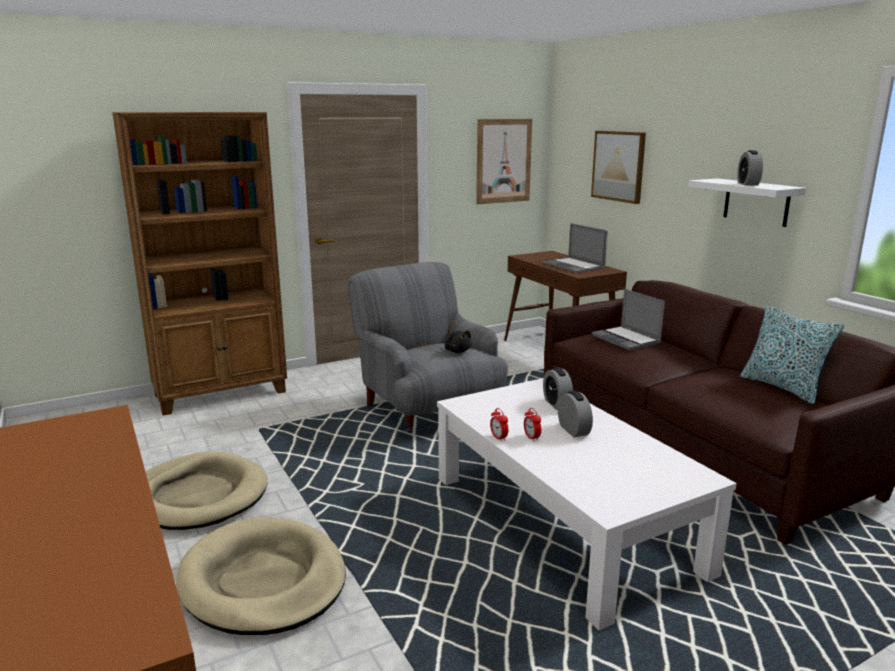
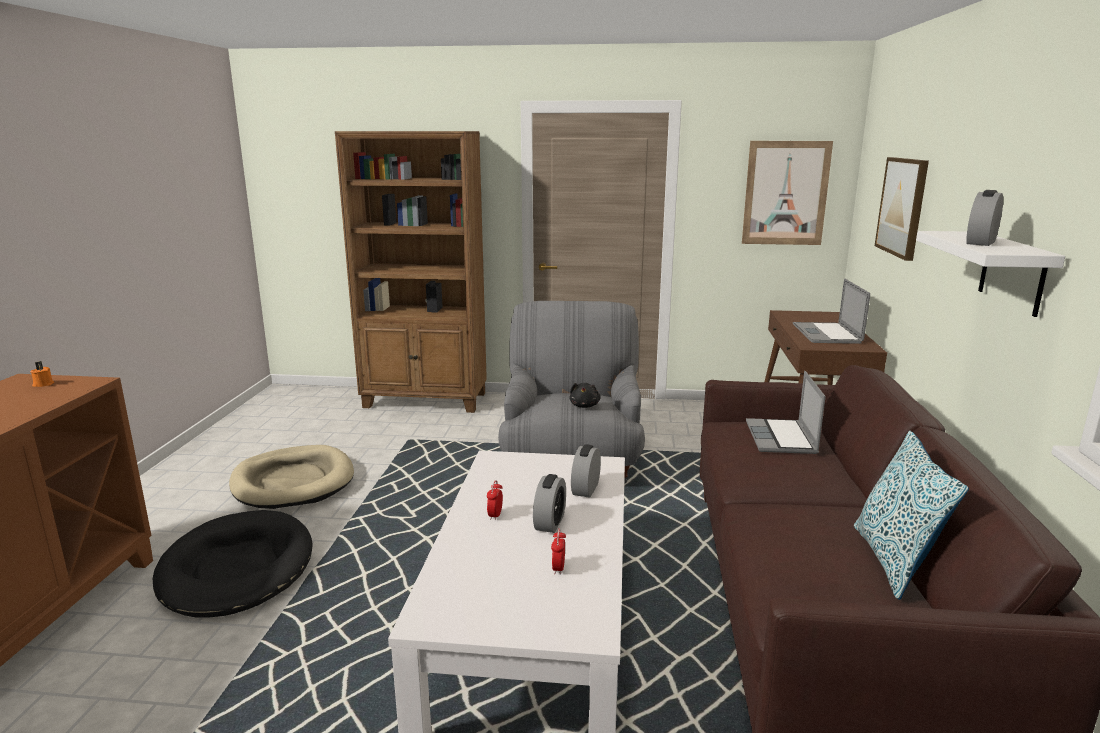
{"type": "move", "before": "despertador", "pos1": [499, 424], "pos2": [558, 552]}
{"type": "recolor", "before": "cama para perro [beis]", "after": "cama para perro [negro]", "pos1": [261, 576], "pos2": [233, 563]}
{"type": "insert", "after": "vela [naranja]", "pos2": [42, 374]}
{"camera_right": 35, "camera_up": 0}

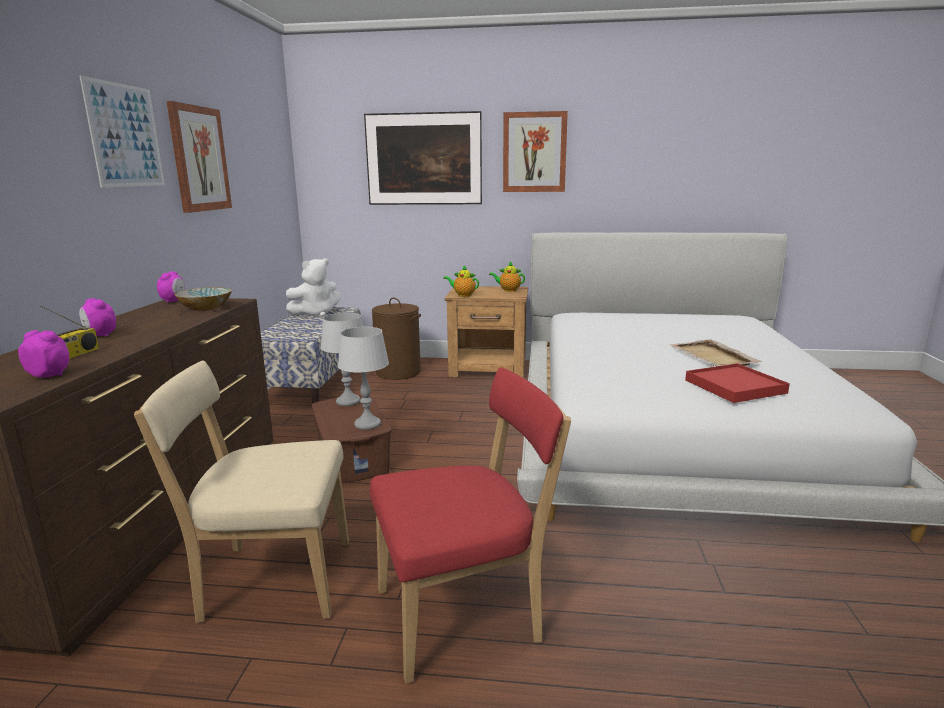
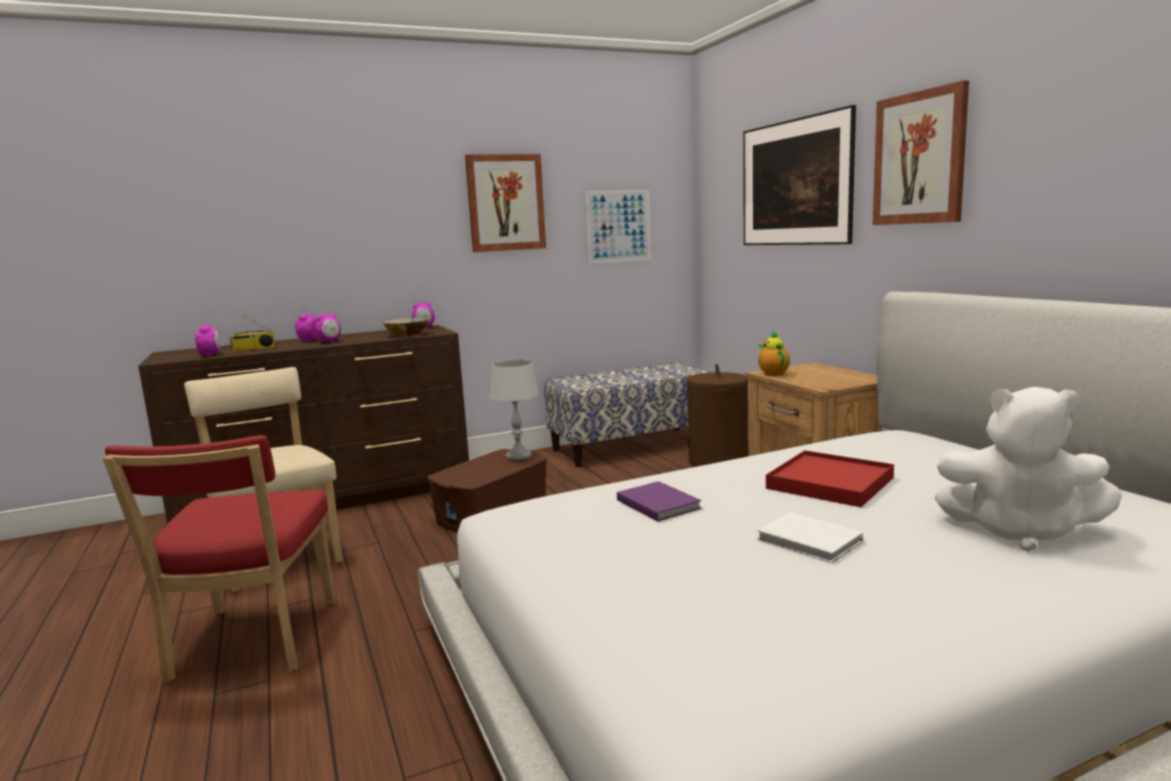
{"type": "move", "before": "cuadro", "pos1": [122, 131], "pos2": [618, 227]}
{"type": "move", "before": "peluche [blanco]", "pos1": [313, 287], "pos2": [1028, 469]}
{"type": "delete", "before": "tetera", "pos1": [507, 277]}
{"type": "delete", "before": "lámpara de mesa [gris]", "pos1": [363, 378]}
{"type": "replace", "before": "bandeja [beis]", "after": "libro [blanco]", "pos1": [716, 352], "pos2": [810, 537]}
{"type": "move", "before": "bandeja [rojo]", "pos1": [737, 383], "pos2": [830, 478]}
{"type": "rotate", "before": "silla [rojo]", "pos1": [470, 525], "pos2": [219, 558], "turn": 45}
{"type": "insert", "after": "despertador", "pos2": [328, 327]}
{"type": "insert", "after": "libro [morado]", "pos2": [659, 501]}
{"camera_right": 60, "camera_up": -5}

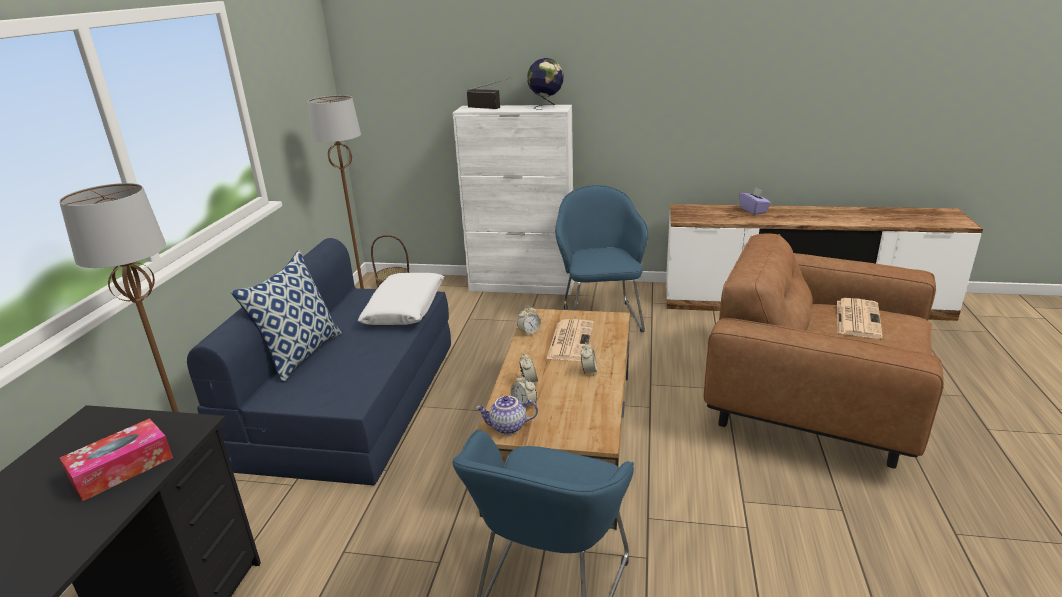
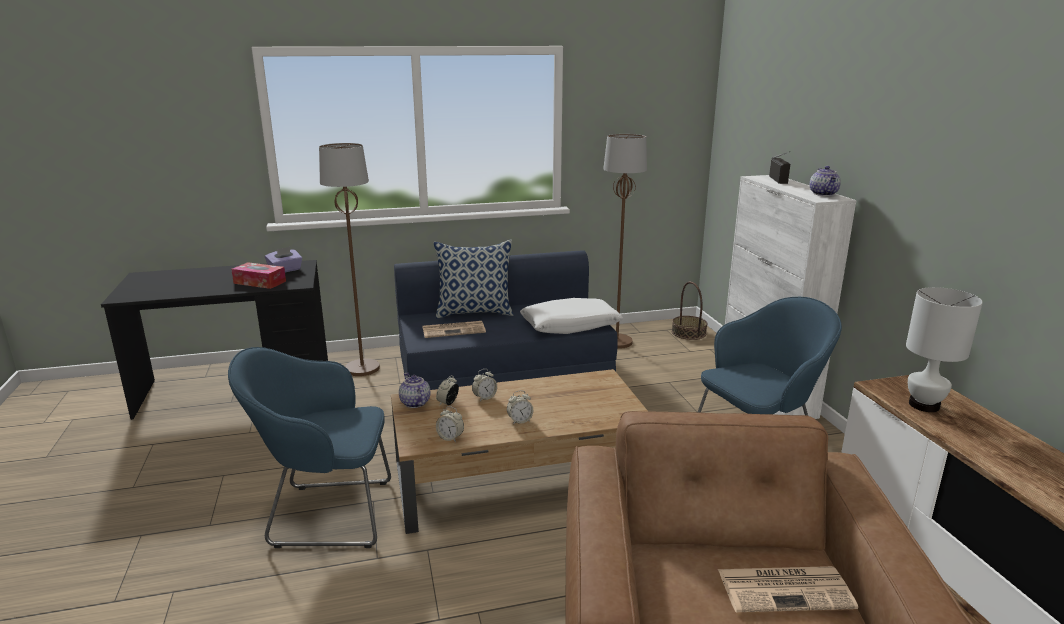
{"type": "replace", "before": "globo terráqueo", "after": "tetera", "pos1": [545, 84], "pos2": [825, 181]}
{"type": "move", "before": "caja de pañuelos [morado]", "pos1": [755, 201], "pos2": [284, 259]}
{"type": "move", "before": "despertador", "pos1": [529, 320], "pos2": [450, 424]}
{"type": "move", "before": "periódico", "pos1": [570, 340], "pos2": [454, 329]}
{"type": "insert", "after": "lámpara de mesa [blanco]", "pos2": [944, 349]}
{"camera_right": 65, "camera_up": -5}

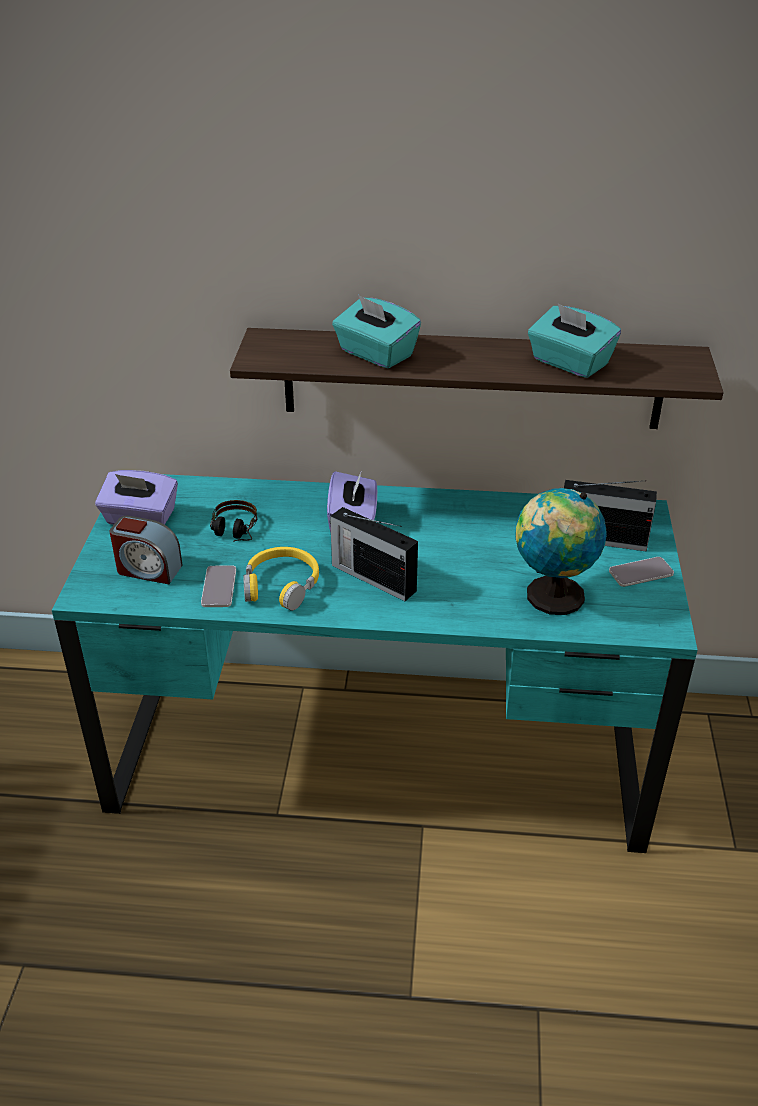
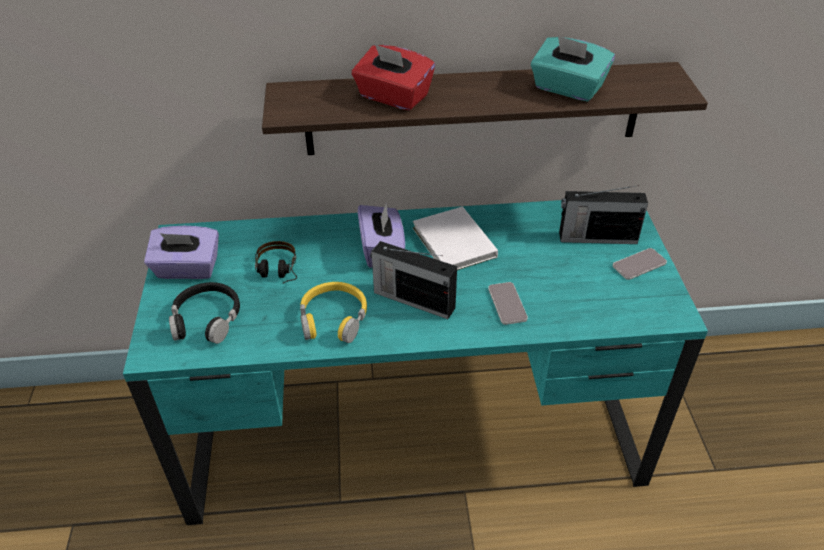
{"type": "recolor", "before": "caja de pañuelos [turquesa]", "after": "caja de pañuelos [rojo]", "pos1": [376, 332], "pos2": [393, 77]}
{"type": "delete", "before": "globo terráqueo", "pos1": [561, 551]}
{"type": "replace", "before": "despertador", "after": "auriculares [negro]", "pos1": [146, 550], "pos2": [204, 313]}
{"type": "move", "before": "móvil", "pos1": [218, 586], "pos2": [508, 303]}
{"type": "insert", "after": "libro [blanco]", "pos2": [455, 238]}
{"camera_right": -10, "camera_up": 5}

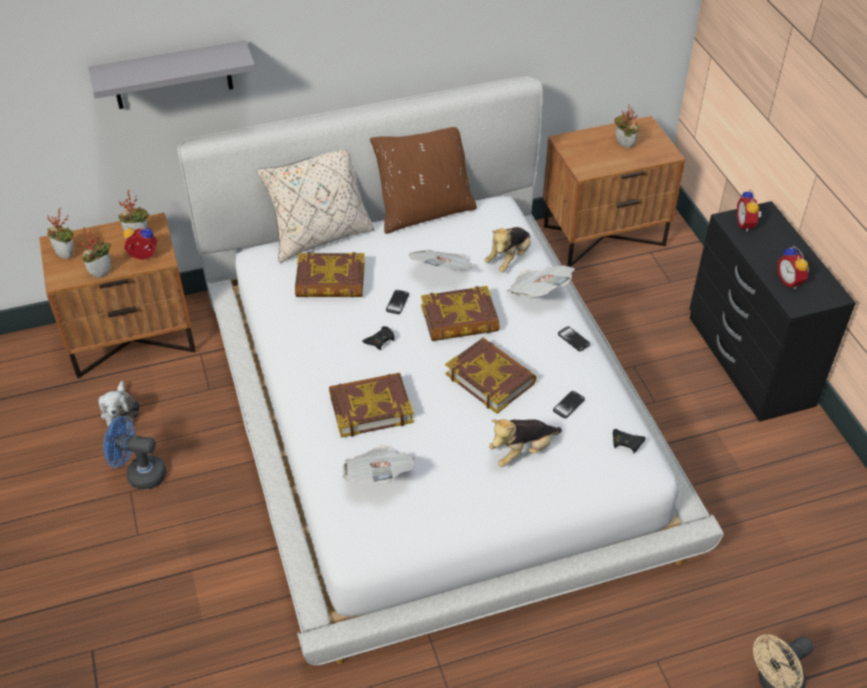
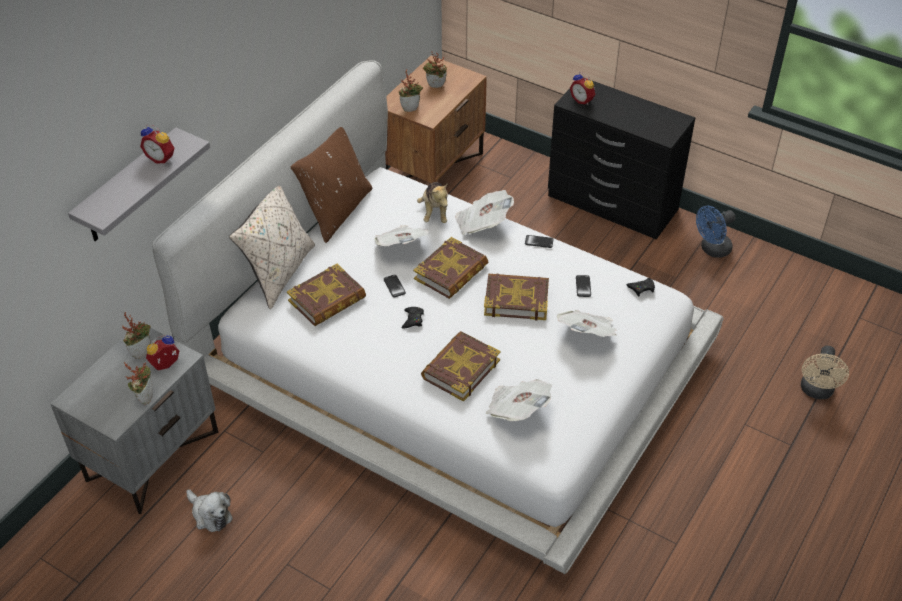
{"type": "move", "before": "planta en maceta", "pos1": [60, 233], "pos2": [410, 90]}
{"type": "recolor", "before": "mesita de noche [marrón]", "after": "mesita de noche [gris]", "pos1": [117, 295], "pos2": [134, 418]}
{"type": "move", "before": "despertador", "pos1": [793, 267], "pos2": [157, 144]}
{"type": "move", "before": "ventilador [azul]", "pos1": [134, 453], "pos2": [716, 232]}
{"type": "replace", "before": "peluche", "after": "periódico", "pos1": [525, 443], "pos2": [587, 323]}
{"camera_right": -40, "camera_up": 0}

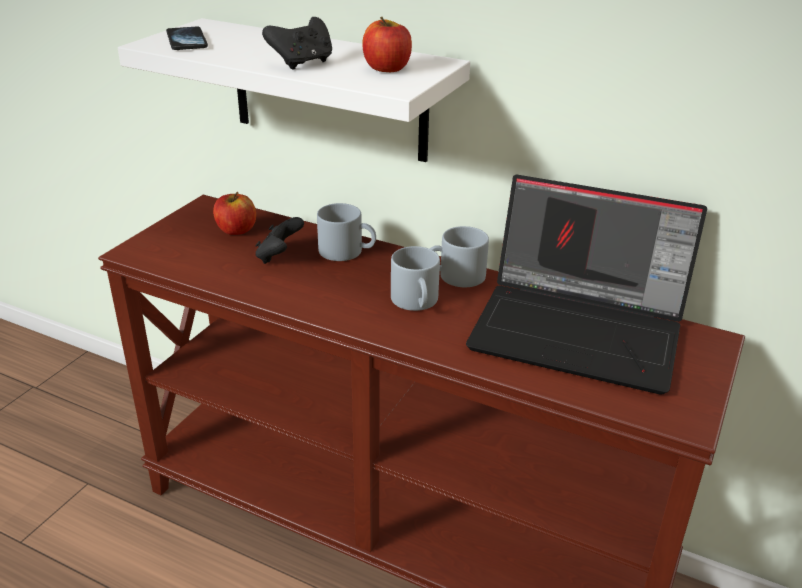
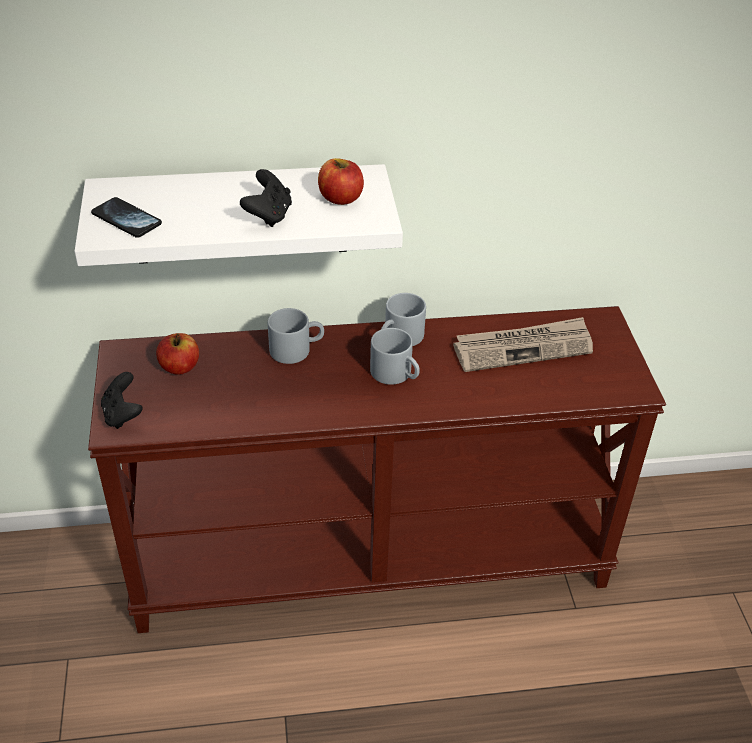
{"type": "replace", "before": "portátil", "after": "periódico", "pos1": [586, 285], "pos2": [523, 344]}
{"type": "move", "before": "mando de consola [negro]", "pos1": [279, 240], "pos2": [121, 400]}
{"camera_right": -35, "camera_up": 10}

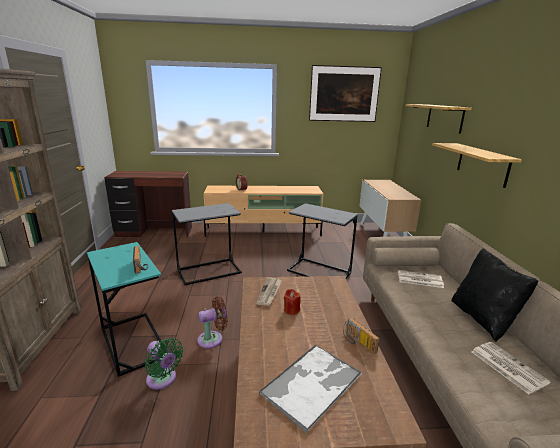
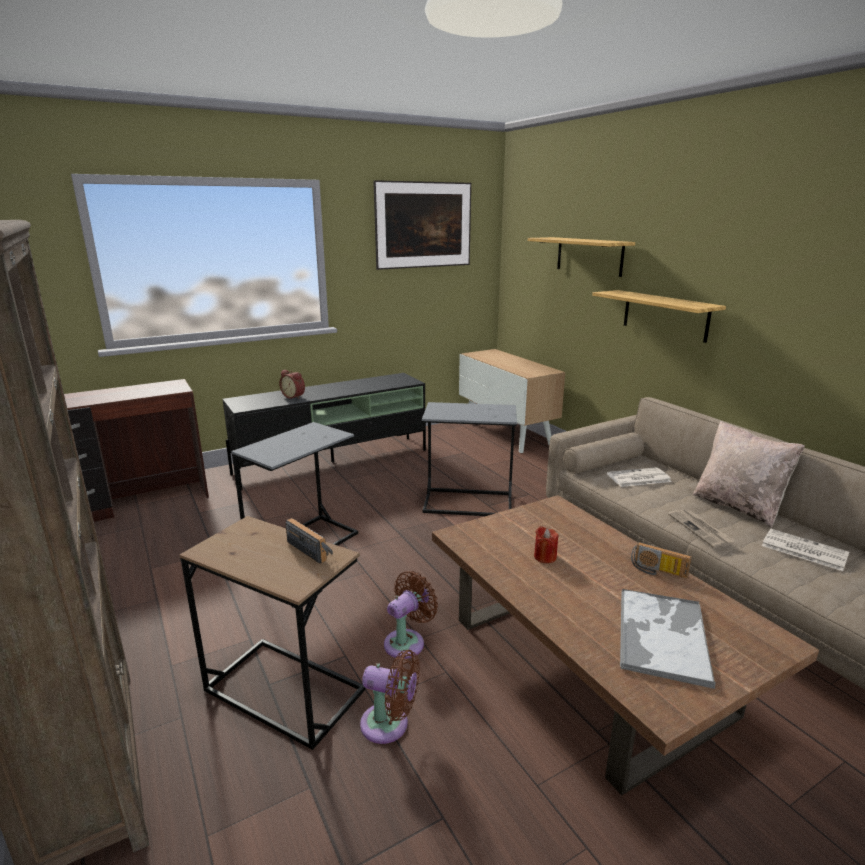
{"type": "recolor", "before": "mueble de televisión [beis]", "after": "mueble de televisión [negro]", "pos1": [263, 211], "pos2": [324, 432]}
{"type": "recolor", "before": "mesa auxiliar [turquesa]", "after": "mesa auxiliar [marrón]", "pos1": [124, 309], "pos2": [272, 633]}
{"type": "recolor", "before": "cojín [negro]", "after": "cojín [beis]", "pos1": [494, 295], "pos2": [749, 474]}
{"type": "move", "before": "periódico", "pos1": [269, 292], "pos2": [701, 528]}
{"type": "recolor", "before": "ventilador [verde]", "after": "ventilador [marrón]", "pos1": [164, 364], "pos2": [390, 697]}
{"camera_right": -25, "camera_up": 0}

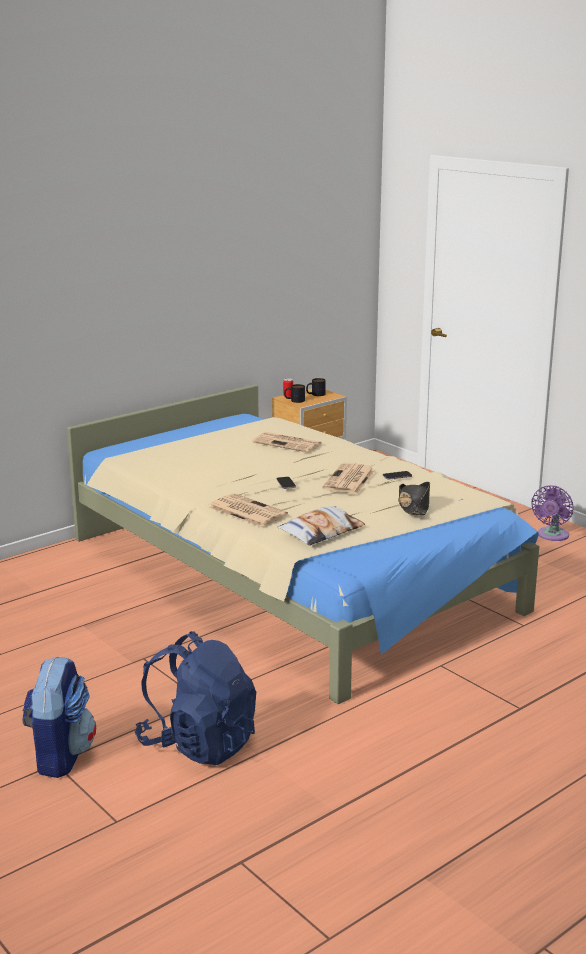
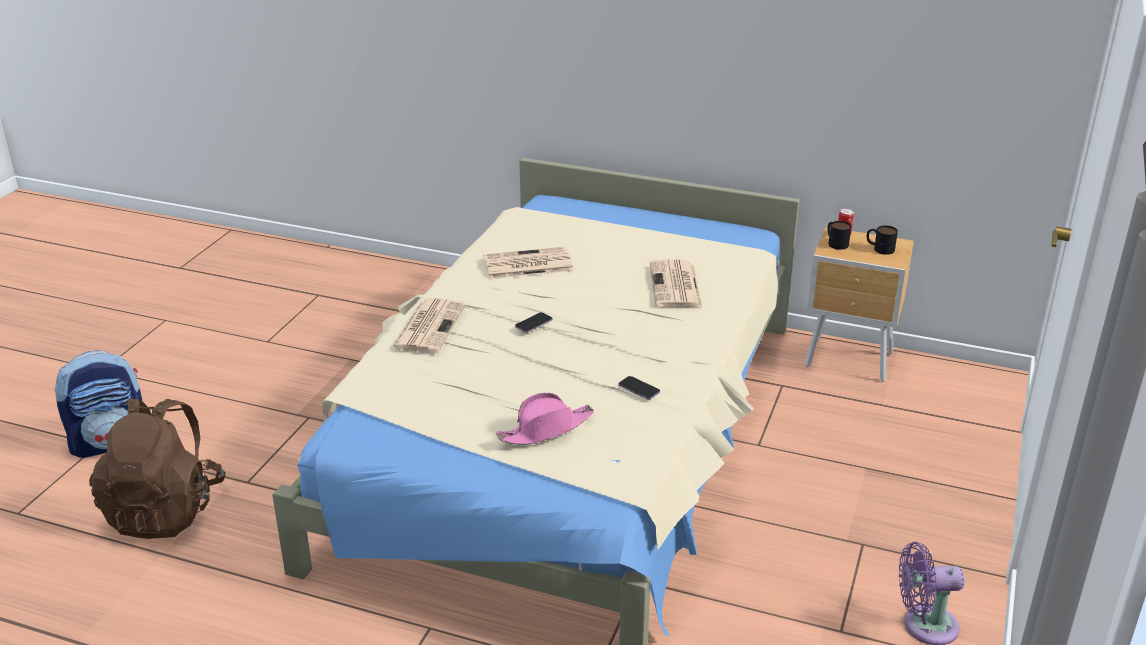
{"type": "move", "before": "periódico", "pos1": [348, 478], "pos2": [528, 263]}
{"type": "recolor", "before": "sombrero [negro]", "after": "sombrero [rosa]", "pos1": [414, 498], "pos2": [545, 419]}
{"type": "delete", "before": "cojín", "pos1": [321, 526]}
{"type": "recolor", "before": "mochila [azul]", "after": "mochila [marrón]", "pos1": [195, 698], "pos2": [157, 468]}
{"camera_right": 60, "camera_up": 10}

